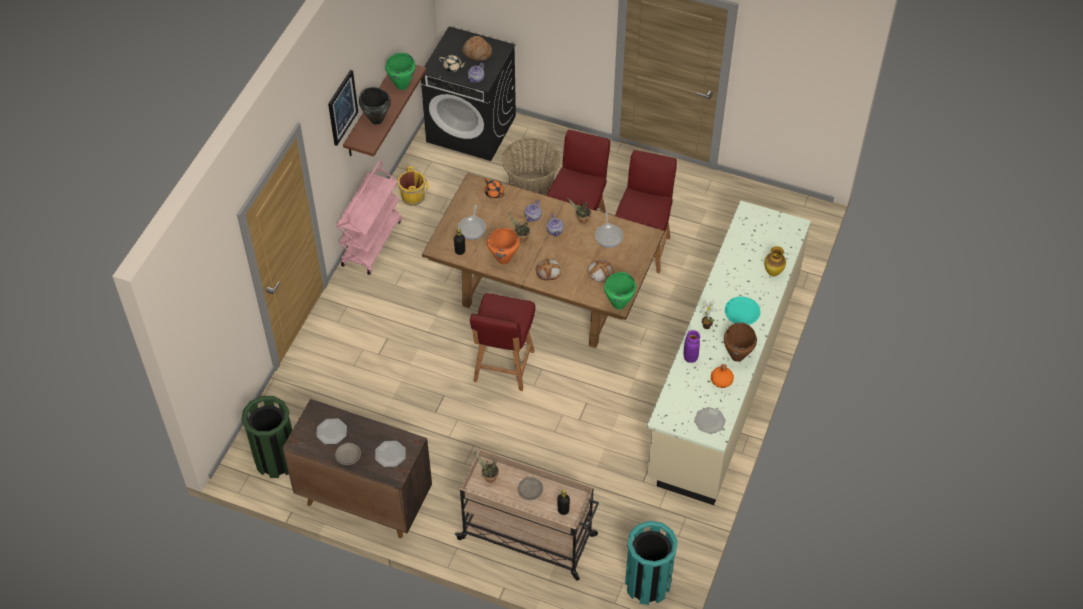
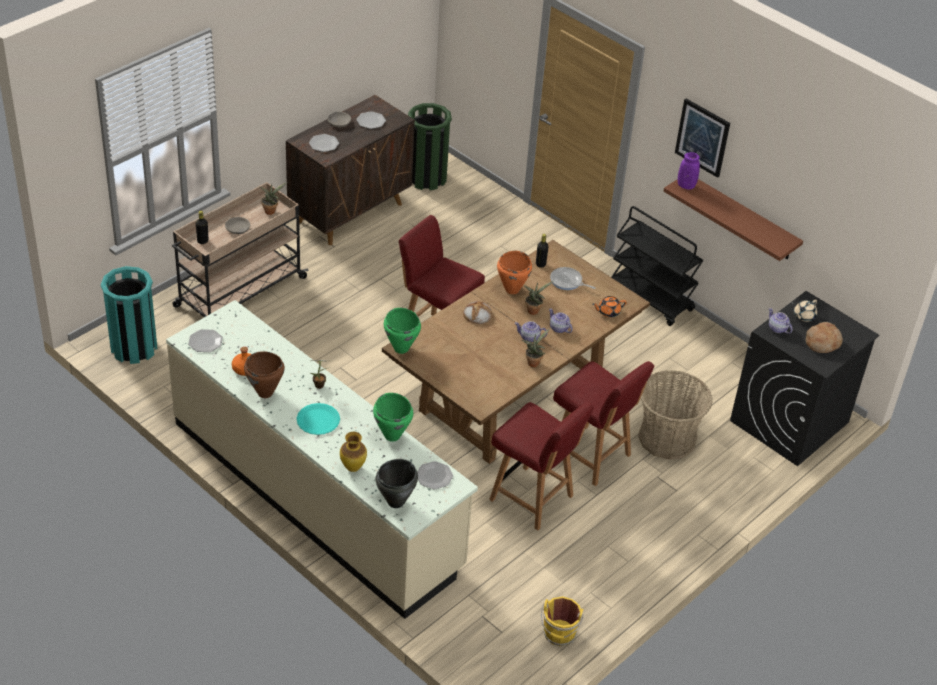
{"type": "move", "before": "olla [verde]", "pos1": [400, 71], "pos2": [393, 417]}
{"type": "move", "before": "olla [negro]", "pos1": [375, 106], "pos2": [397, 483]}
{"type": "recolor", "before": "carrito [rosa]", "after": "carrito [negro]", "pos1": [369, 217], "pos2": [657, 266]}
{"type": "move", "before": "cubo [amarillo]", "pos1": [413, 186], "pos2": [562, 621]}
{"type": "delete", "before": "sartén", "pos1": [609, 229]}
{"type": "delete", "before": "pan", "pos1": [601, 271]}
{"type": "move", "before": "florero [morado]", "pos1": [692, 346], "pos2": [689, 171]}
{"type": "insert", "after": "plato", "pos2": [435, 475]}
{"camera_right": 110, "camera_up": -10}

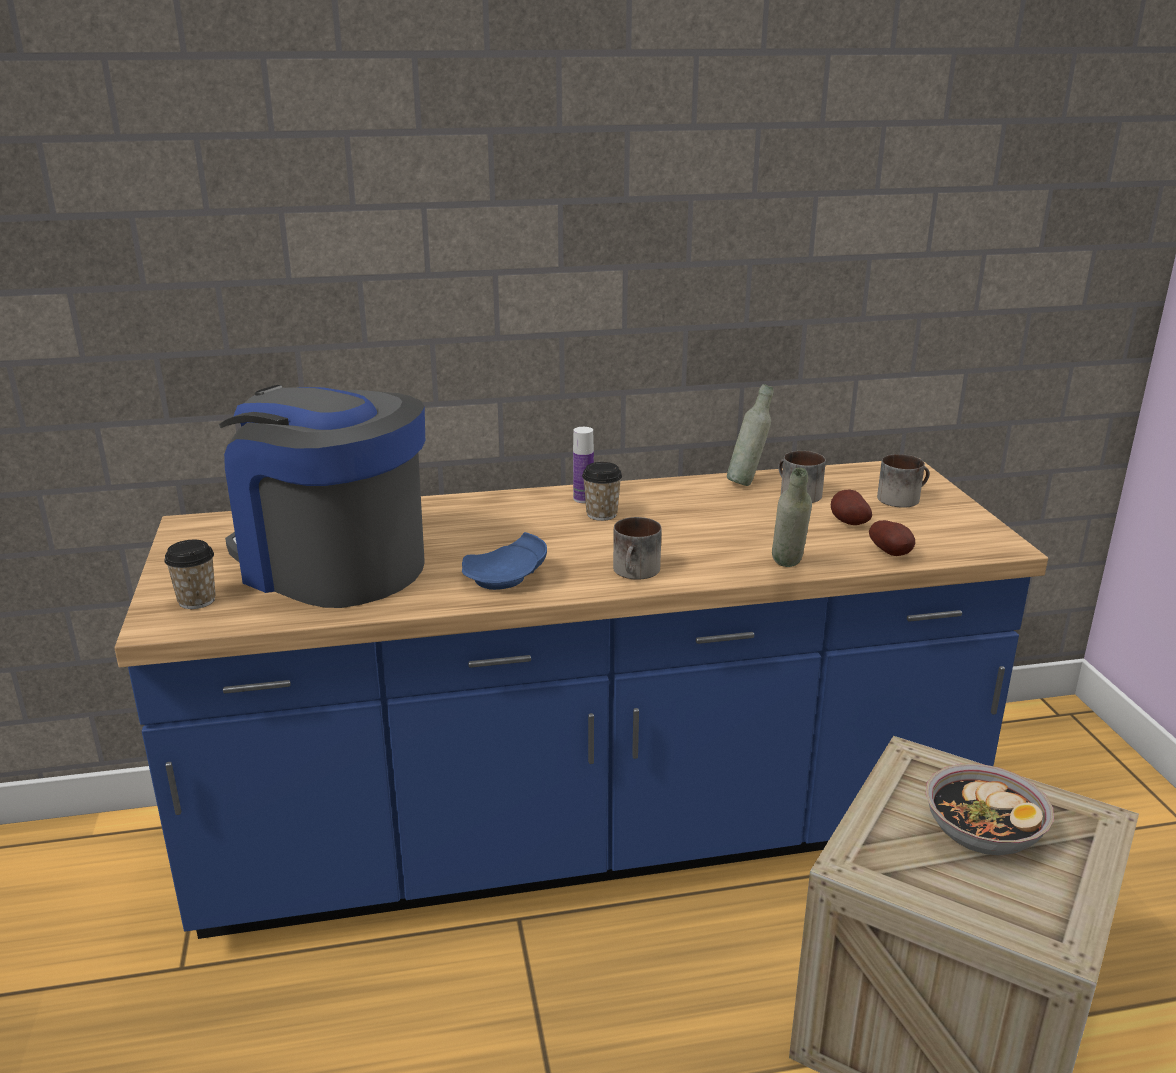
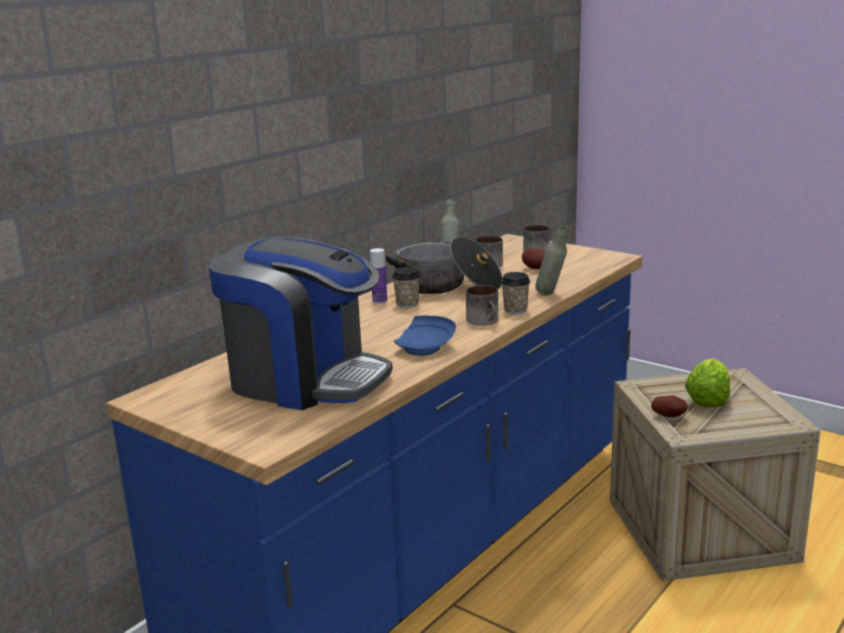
{"type": "rotate", "before": "cafetera", "pos1": [322, 496], "pos2": [301, 323], "turn": -150}
{"type": "move", "before": "patata", "pos1": [892, 538], "pos2": [669, 406]}
{"type": "move", "before": "taza", "pos1": [190, 574], "pos2": [515, 293]}
{"type": "replace", "before": "cuenco", "after": "lechuga", "pos1": [990, 809], "pos2": [707, 383]}
{"type": "insert", "after": "olla", "pos2": [444, 265]}
{"camera_right": -40, "camera_up": -5}

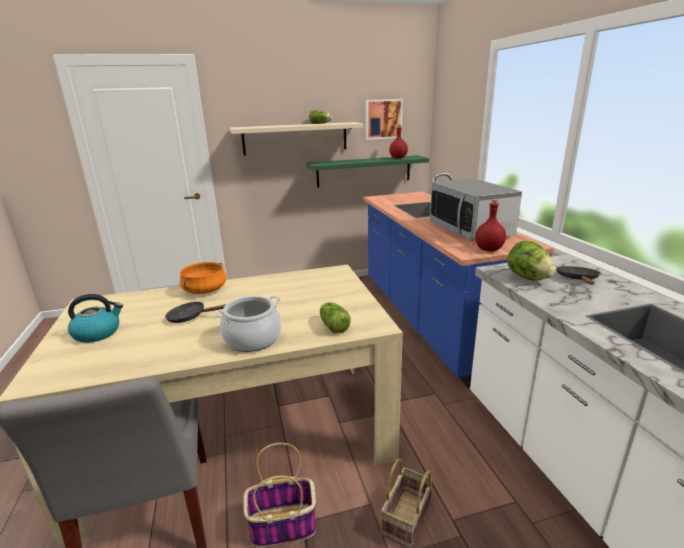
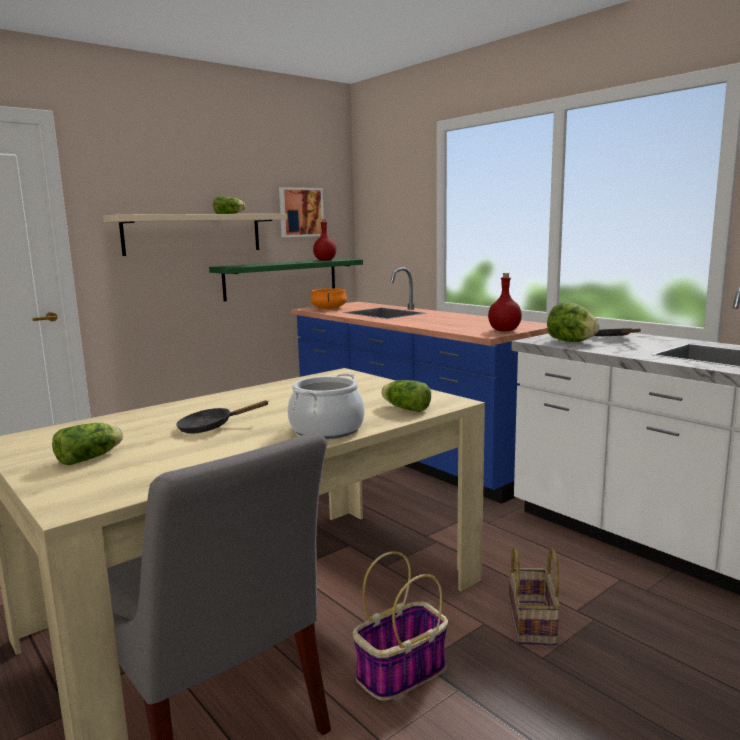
{"type": "delete", "before": "microondas", "pos1": [476, 209]}
{"type": "move", "before": "olla [naranja]", "pos1": [203, 278], "pos2": [328, 298]}
{"type": "replace", "before": "hervidor", "after": "lechuga", "pos1": [95, 318], "pos2": [87, 444]}
{"camera_right": -25, "camera_up": -10}

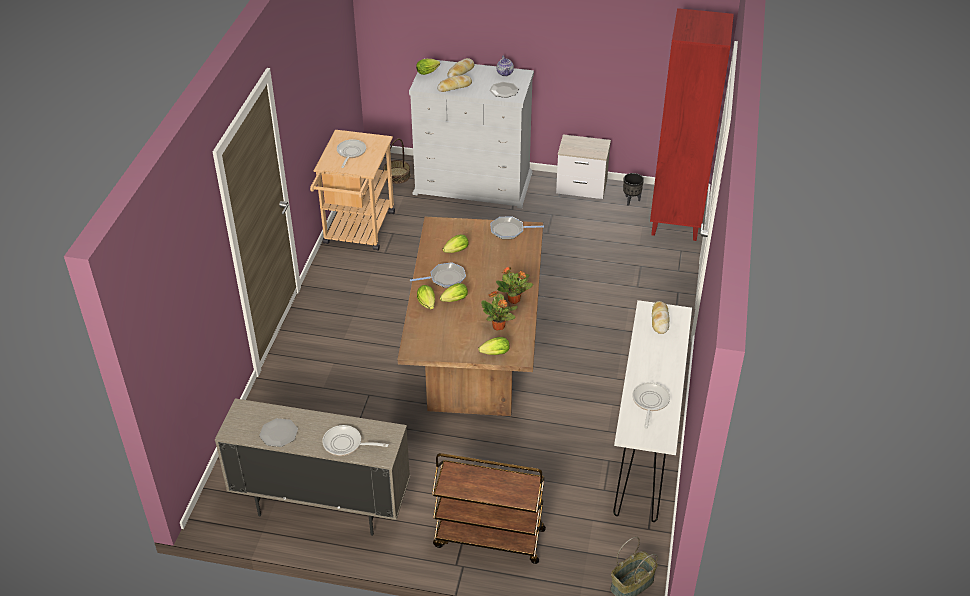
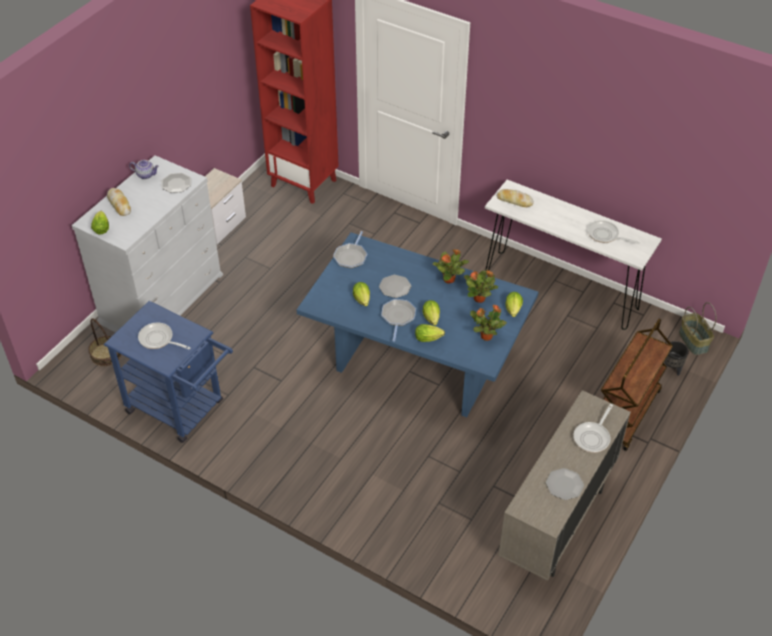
{"type": "delete", "before": "pan", "pos1": [454, 83]}
{"type": "recolor", "before": "carrito [beis]", "after": "carrito [azul]", "pos1": [352, 190], "pos2": [168, 372]}
{"type": "move", "before": "maceta [negro]", "pos1": [633, 189], "pos2": [676, 358]}
{"type": "recolor", "before": "mesa de comedor [marrón]", "after": "mesa de comedor [azul]", "pos1": [470, 316], "pos2": [418, 325]}
{"type": "insert", "after": "plato", "pos2": [395, 286]}
{"type": "insert", "after": "planta en maceta", "pos2": [488, 323]}
{"camera_right": -70, "camera_up": 5}

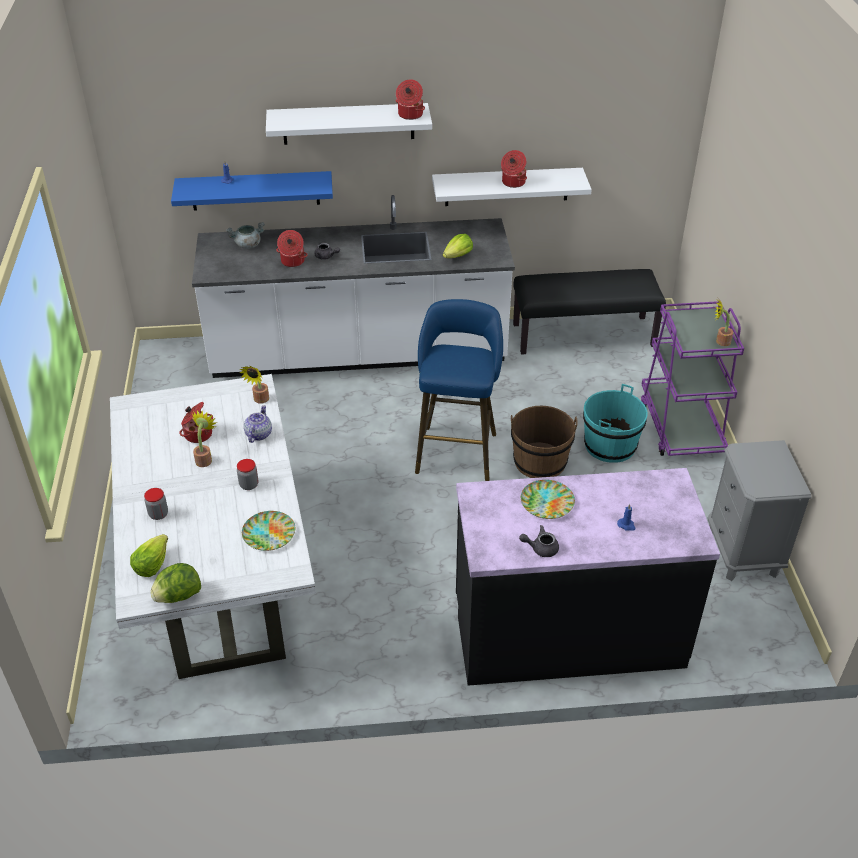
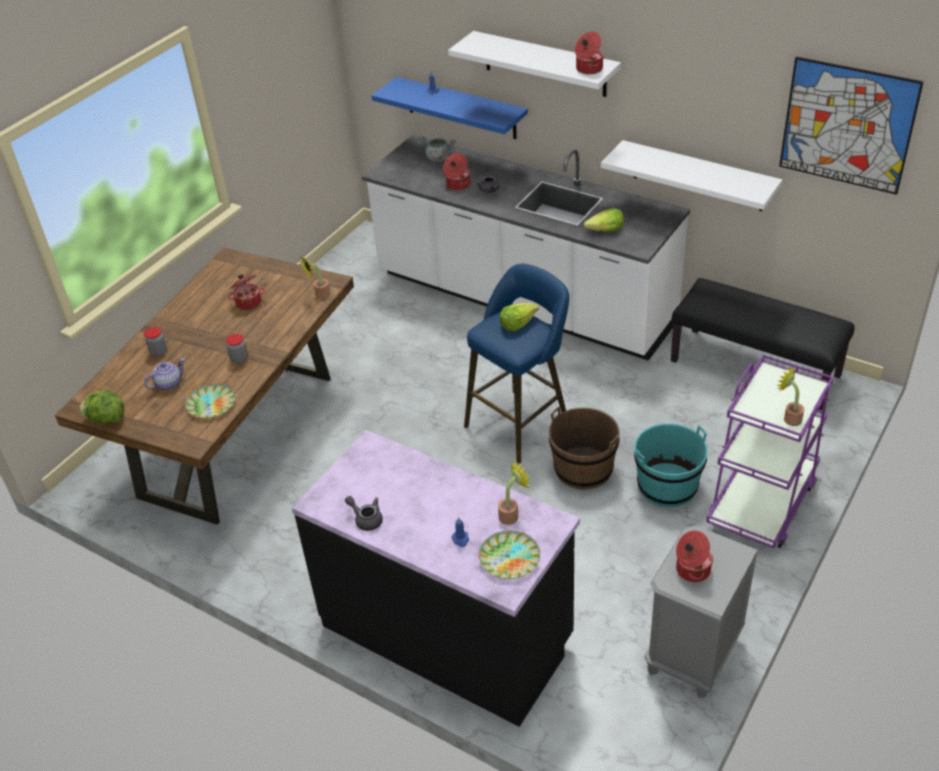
{"type": "move", "before": "olla", "pos1": [514, 169], "pos2": [694, 556]}
{"type": "recolor", "before": "mesa de comedor [blanco]", "after": "mesa de comedor [marrón]", "pos1": [213, 526], "pos2": [204, 386]}
{"type": "move", "before": "tetera", "pos1": [258, 424], "pos2": [164, 374]}
{"type": "move", "before": "planta en maceta", "pos1": [204, 438], "pos2": [515, 492]}
{"type": "move", "before": "plato", "pos1": [548, 499], "pos2": [509, 555]}
{"type": "move", "before": "lechuga", "pos1": [149, 555], "pos2": [519, 317]}
{"type": "insert", "after": "cuadro", "pos2": [851, 125]}
{"camera_right": 40, "camera_up": 0}

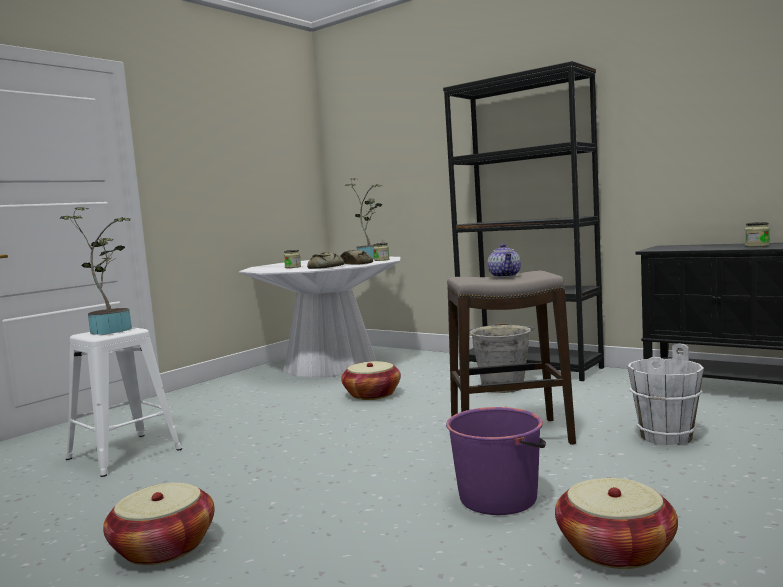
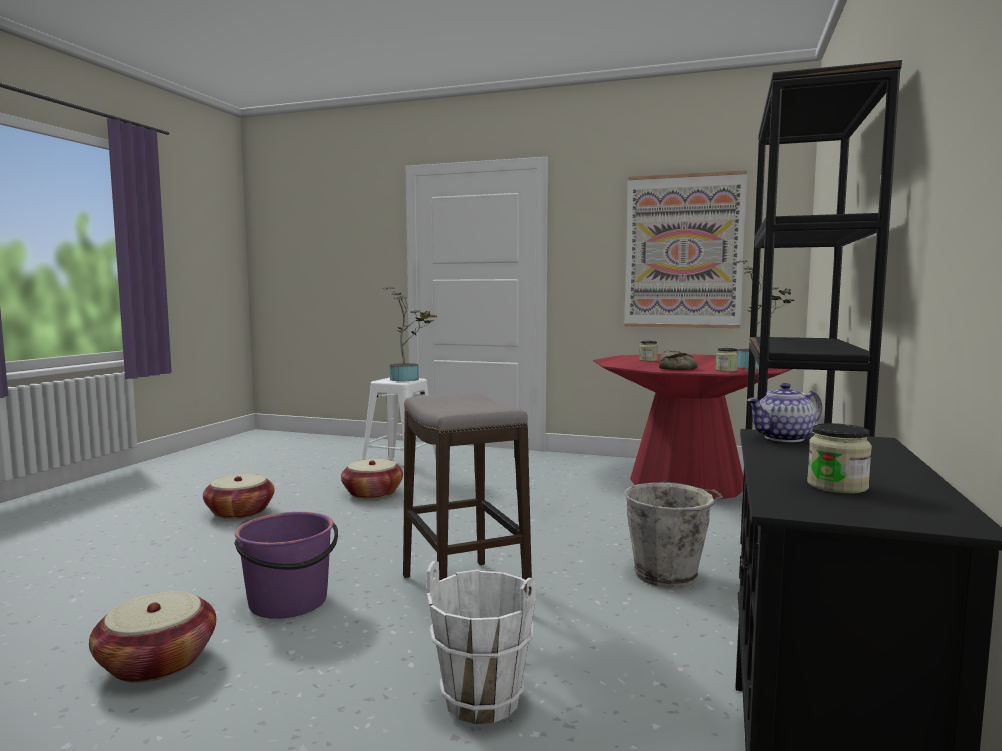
{"type": "move", "before": "tetera", "pos1": [504, 260], "pos2": [784, 412]}
{"type": "delete", "before": "pan", "pos1": [325, 260]}
{"type": "recolor", "before": "mesa de comedor [blanco]", "after": "mesa de comedor [rojo]", "pos1": [319, 317], "pos2": [692, 427]}
{"type": "move", "before": "cesta", "pos1": [371, 380], "pos2": [372, 479]}
{"type": "insert", "after": "cuadro", "pos2": [685, 249]}
{"camera_right": 70, "camera_up": 0}

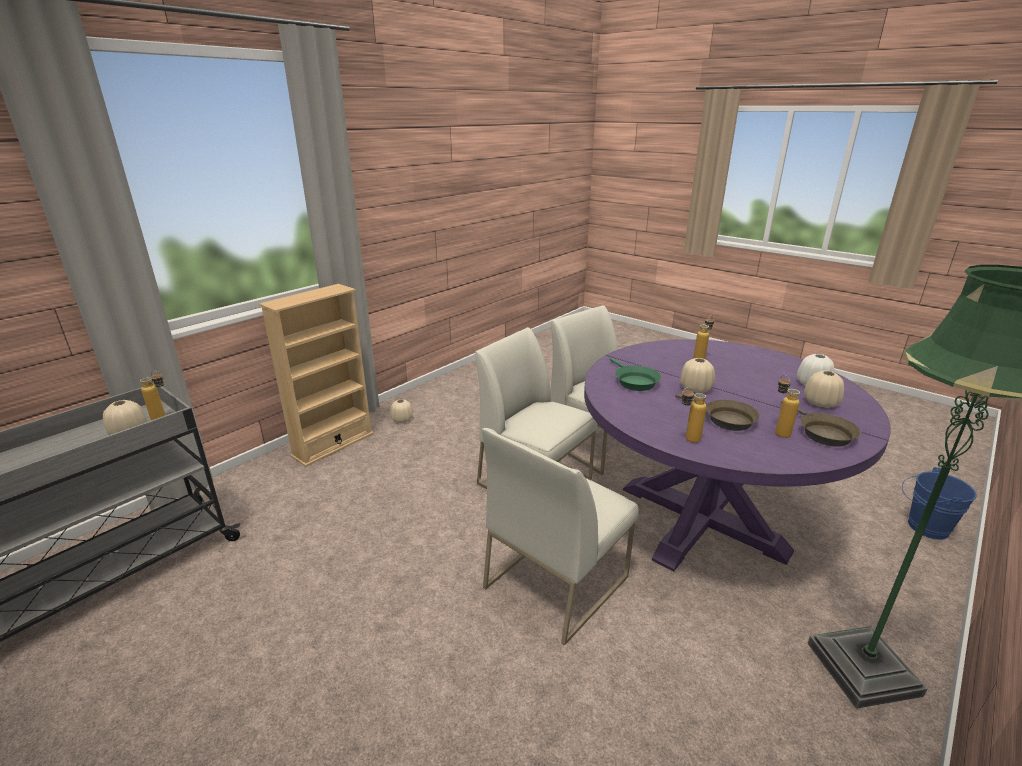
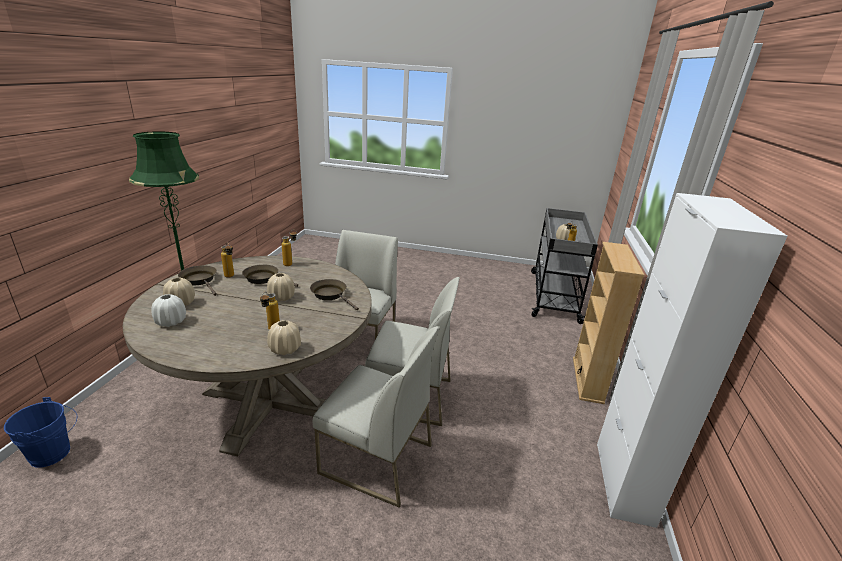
{"type": "recolor", "before": "mesa de comedor [morado]", "after": "mesa de comedor [beis]", "pos1": [737, 455], "pos2": [247, 356]}
{"type": "recolor", "before": "sartén [verde]", "after": "sartén [marrón]", "pos1": [635, 374], "pos2": [334, 294]}
{"type": "move", "before": "florero [beis]", "pos1": [401, 411], "pos2": [284, 337]}
{"type": "insert", "after": "armario [blanco]", "pos2": [692, 360]}
{"camera_right": 150, "camera_up": 0}

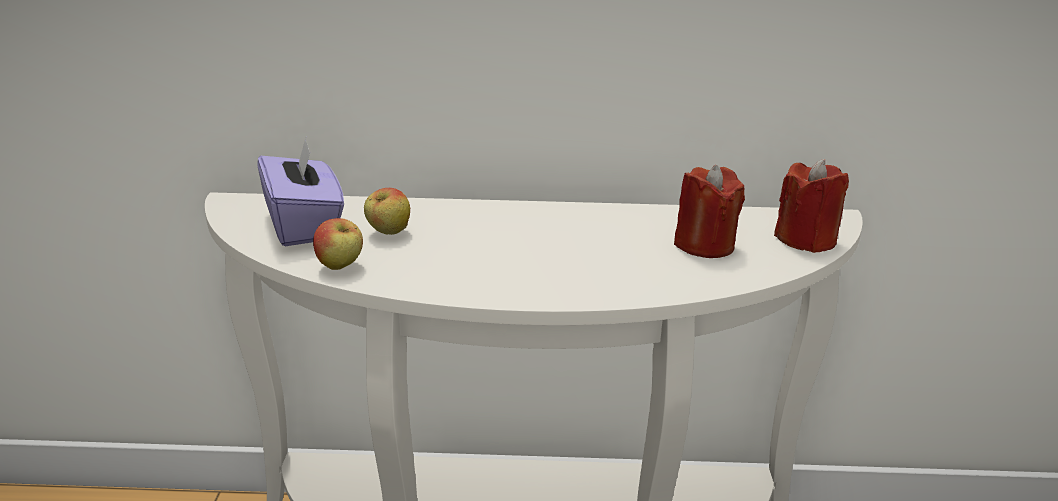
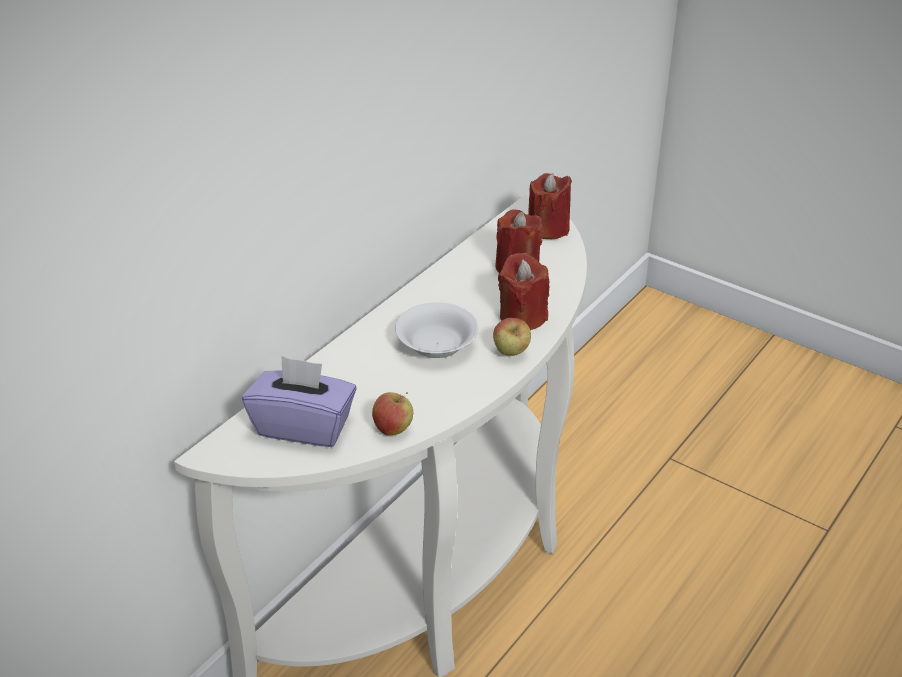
{"type": "move", "before": "manzana", "pos1": [387, 211], "pos2": [512, 337]}
{"type": "insert", "after": "vela [rojo]", "pos2": [523, 291]}
{"type": "insert", "after": "cuenco [blanco]", "pos2": [436, 330]}
{"camera_right": -55, "camera_up": 10}

